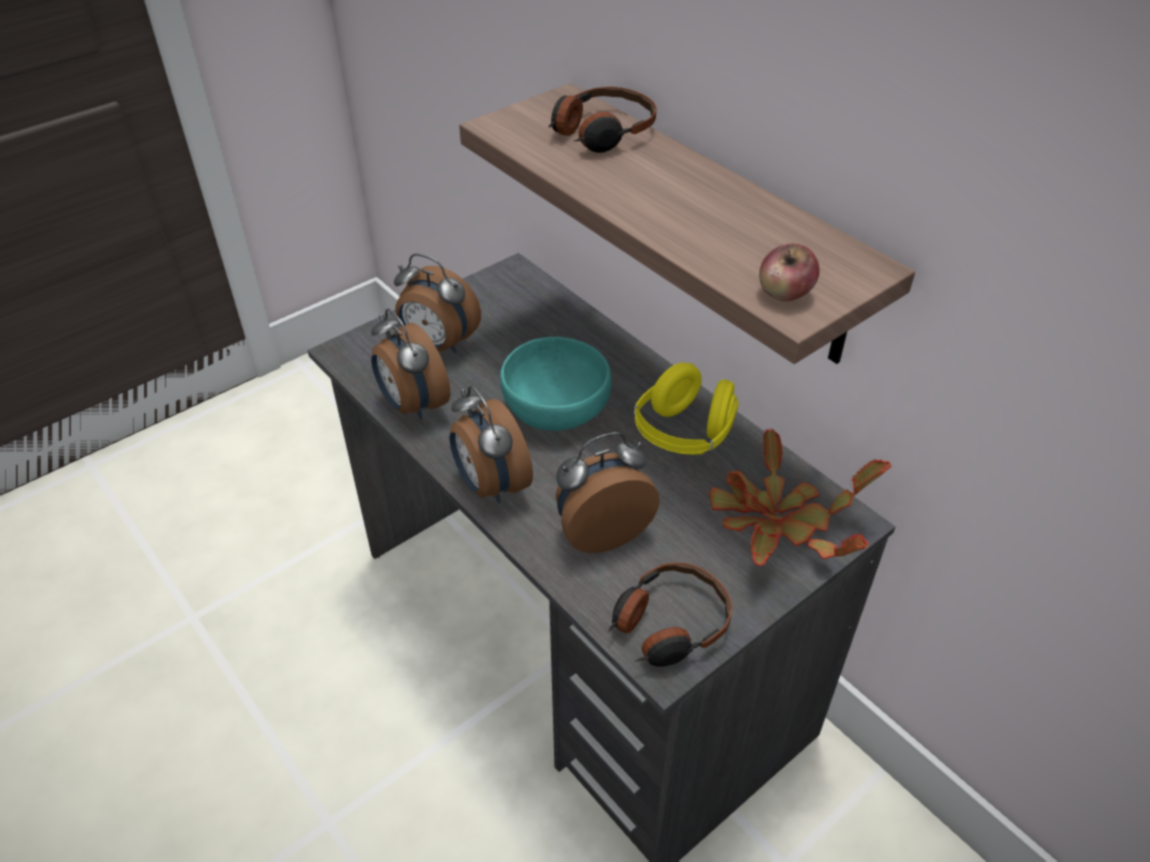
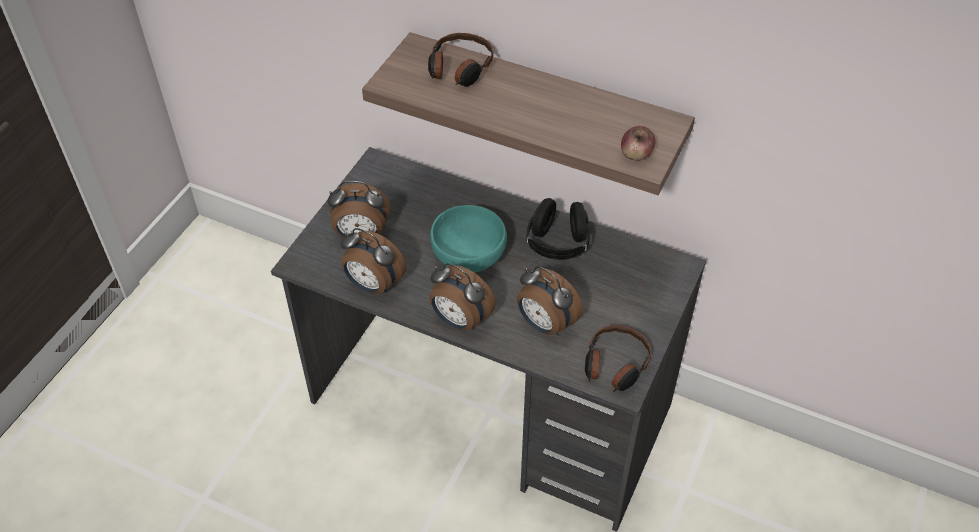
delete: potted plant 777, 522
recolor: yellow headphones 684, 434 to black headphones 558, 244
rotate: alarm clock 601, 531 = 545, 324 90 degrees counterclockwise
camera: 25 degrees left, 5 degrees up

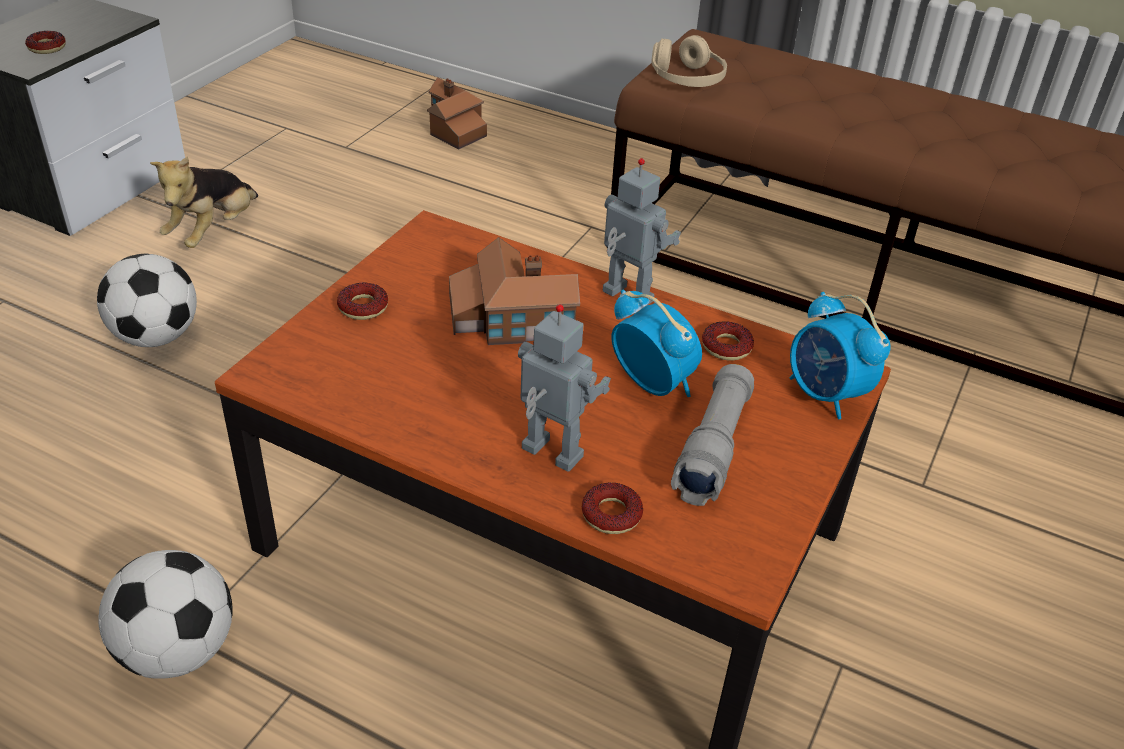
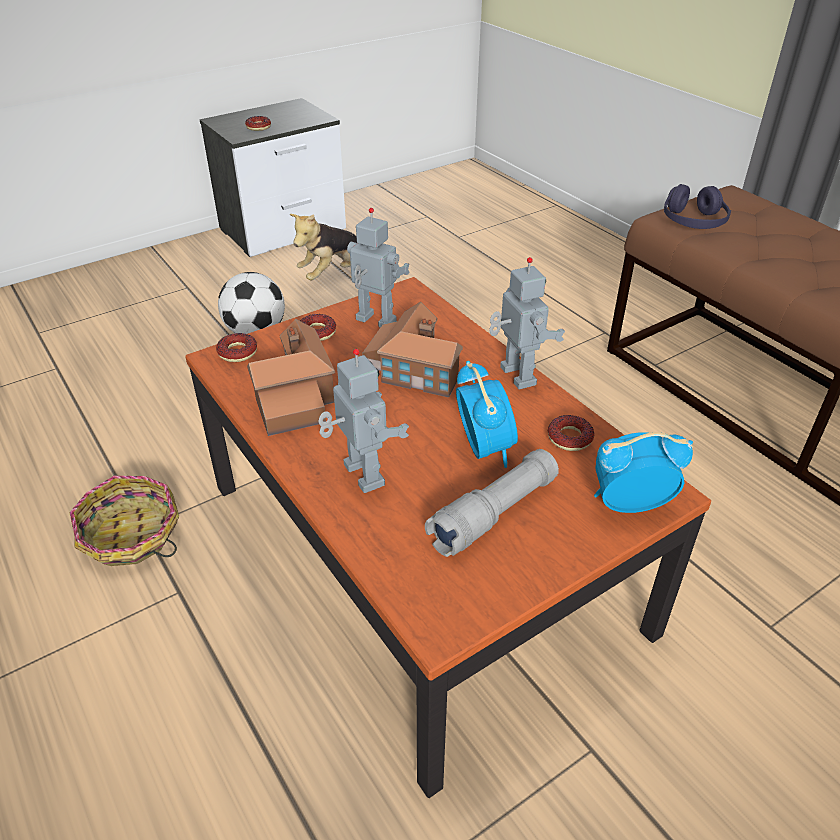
insert: toy robot 374, 322
move: toy house 453, 128 to 295, 396; donut 611, 514 to 237, 352
replace: football 177, 651 to basket 131, 536
recolor: beige headphones 686, 79 to purple headphones 693, 221
rotate: alarm clock 825, 395 = 628, 503 90 degrees clockwise
camera: 30 degrees right, 0 degrees up

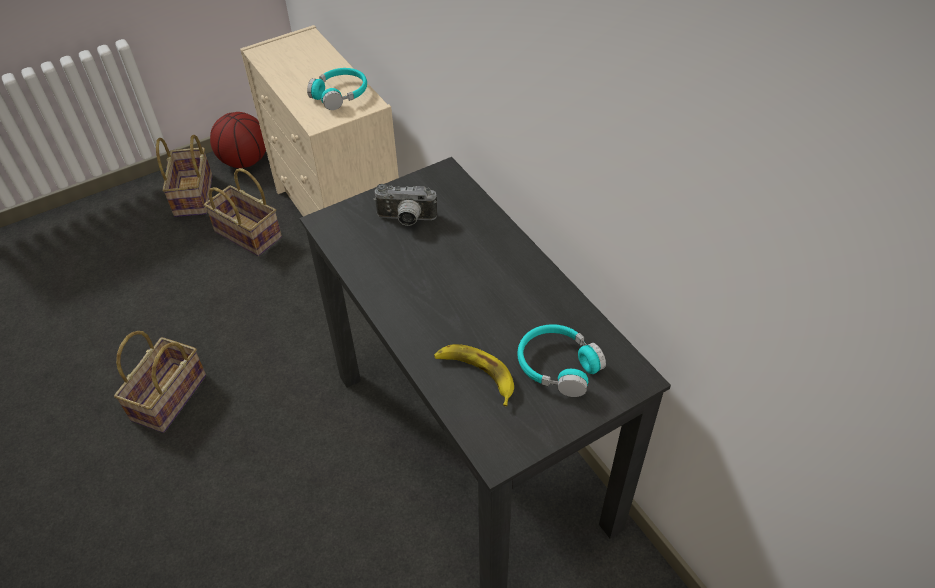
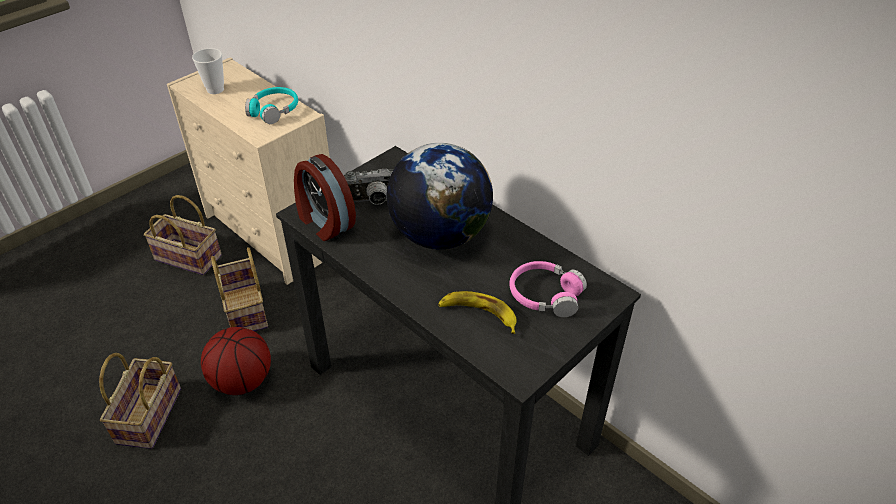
insert: cup 215, 89; alarm clock 324, 222; globe 439, 235
move: basket 195, 197 to 247, 310; basketball 245, 161 to 242, 380
recolor: turquoise headphones 558, 366 to pink headphones 545, 295
camera: 15 degrees left, 5 degrees down

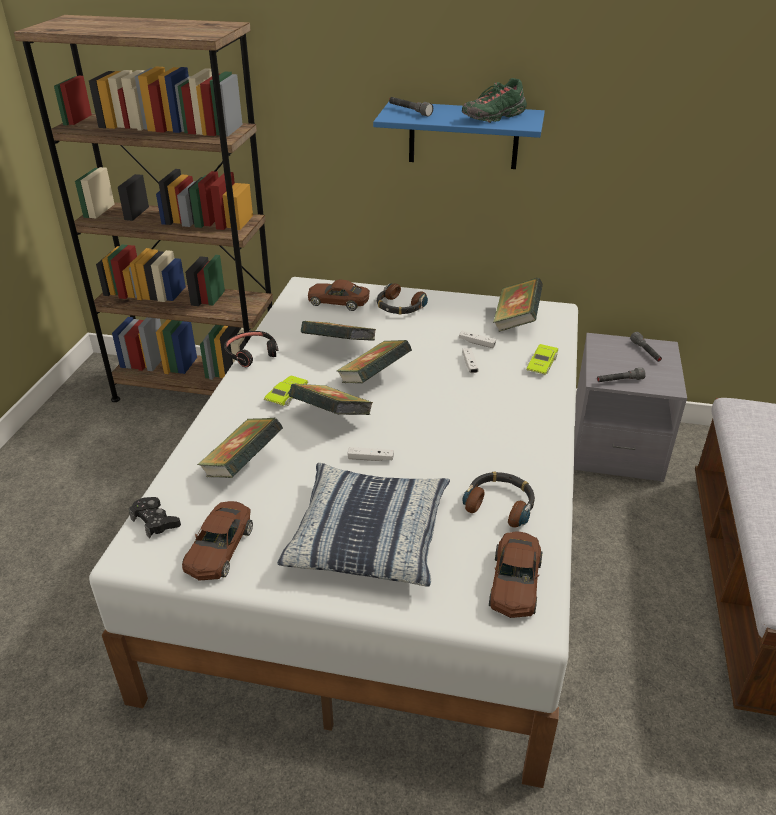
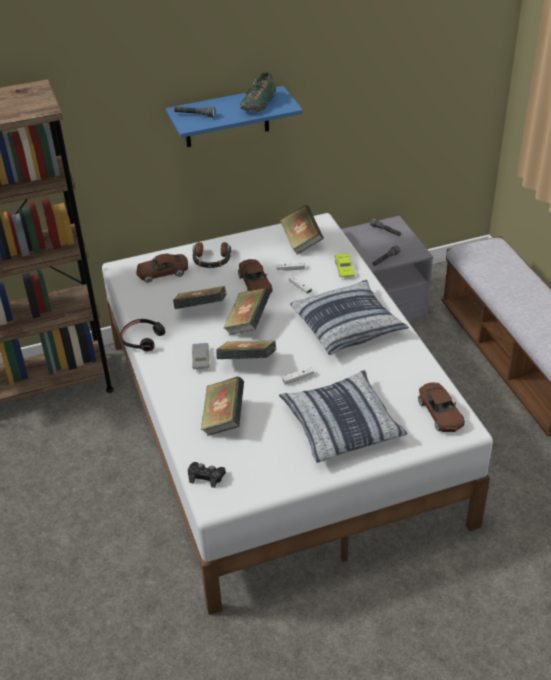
delete: headphones 500, 504
insert: pillow 347, 326
move: brown toy car 219, 549 to 255, 284
recolor: green toy car 286, 395 to grey toy car 201, 359
camera: 30 degrees left, 5 degrees up

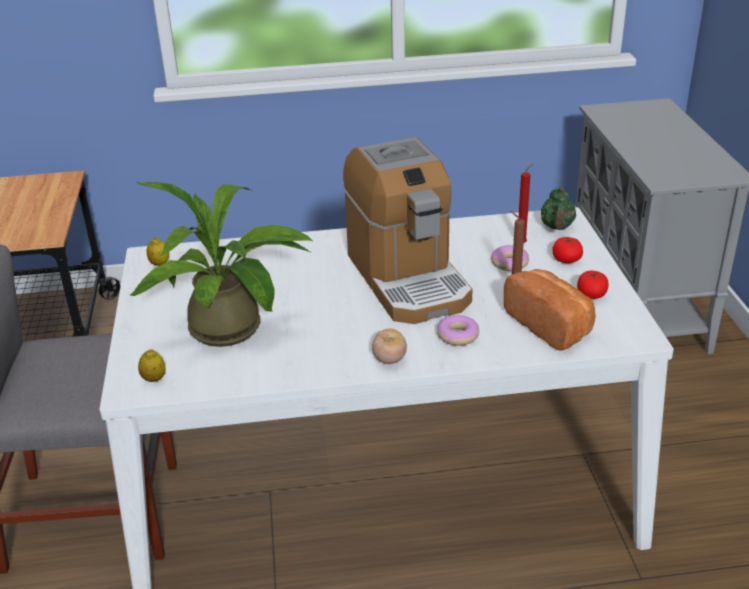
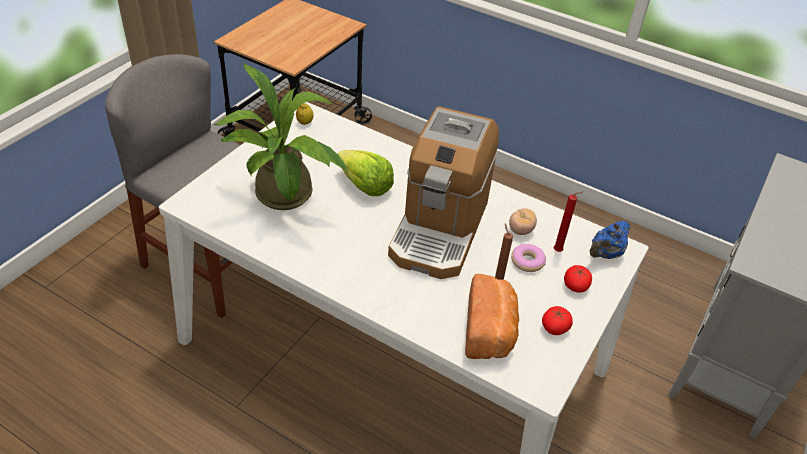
delete: lemon 154, 379; donut 457, 336
insert: lettuce 364, 186
move: tomato 389, 359 to 520, 230
recolor: green teapot 557, 227 to blue teapot 605, 254
camera: 35 degrees right, 10 degrees up

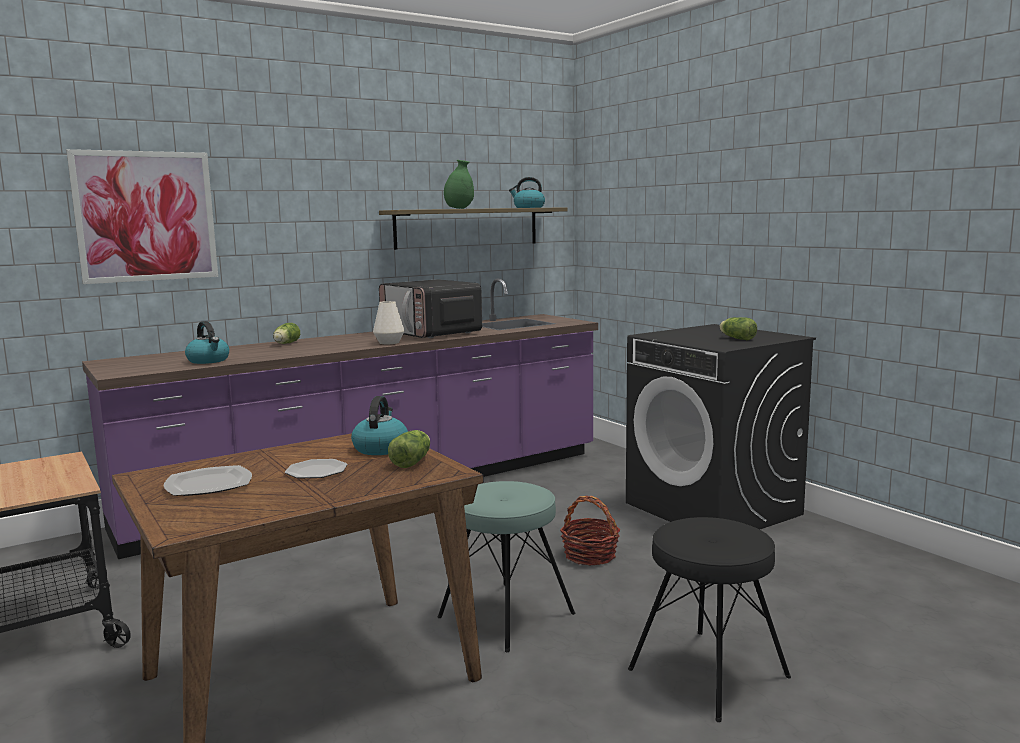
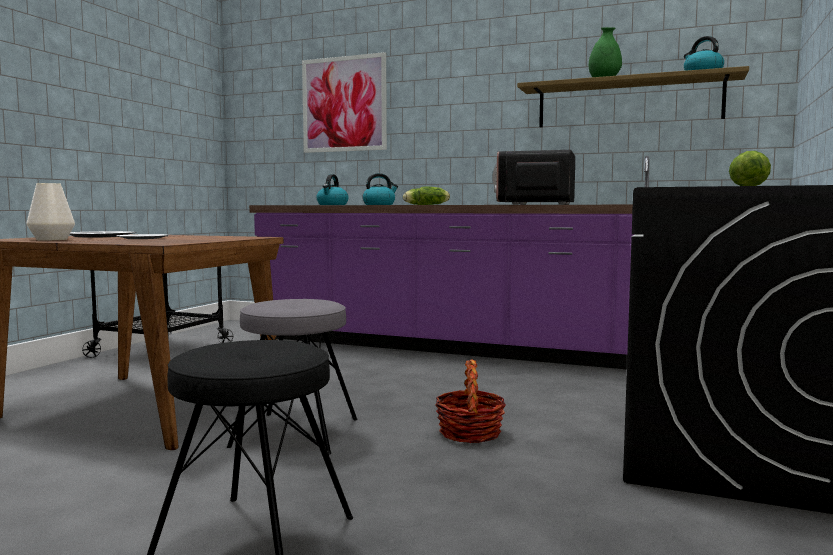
move: kettle 380, 448 to 379, 204; white vase 389, 342 to 52, 239; lettuce 413, 461 to 433, 204
recolor: turquoise stool 506, 615 to grey stool 295, 433
camera: 55 degrees right, 5 degrees down

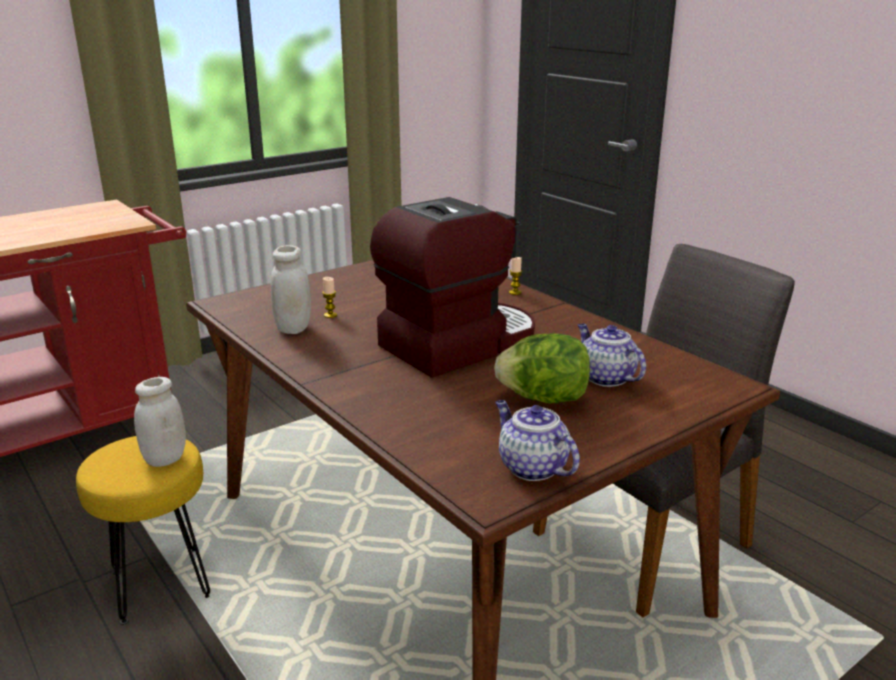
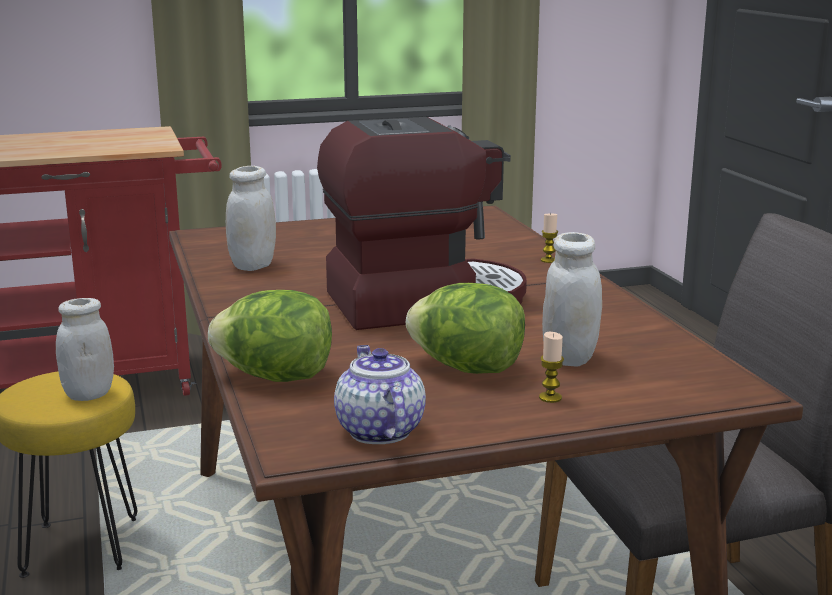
insert: lettuce 276, 377
move: candle 330, 315 to 550, 398
replace: teapot 605, 377 to white jar 569, 358
camera: 20 degrees right, 5 degrees down

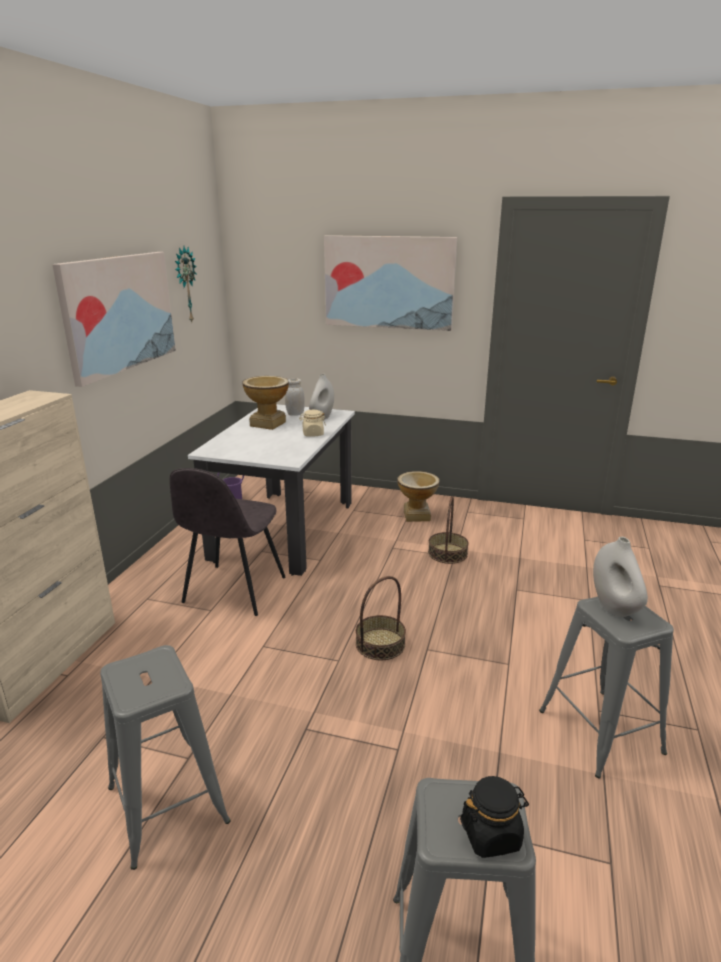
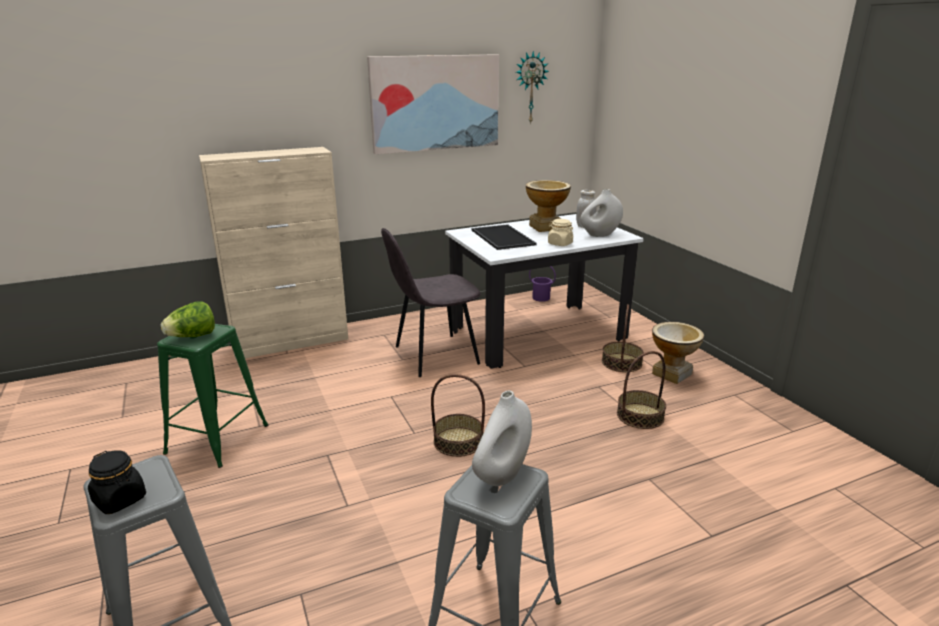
delete: picture 389, 282
insert: lettuce 193, 336; tray 501, 237; basket 621, 362
recolor: grey stool 167, 805 to green stool 216, 439
camera: 50 degrees right, 0 degrees up

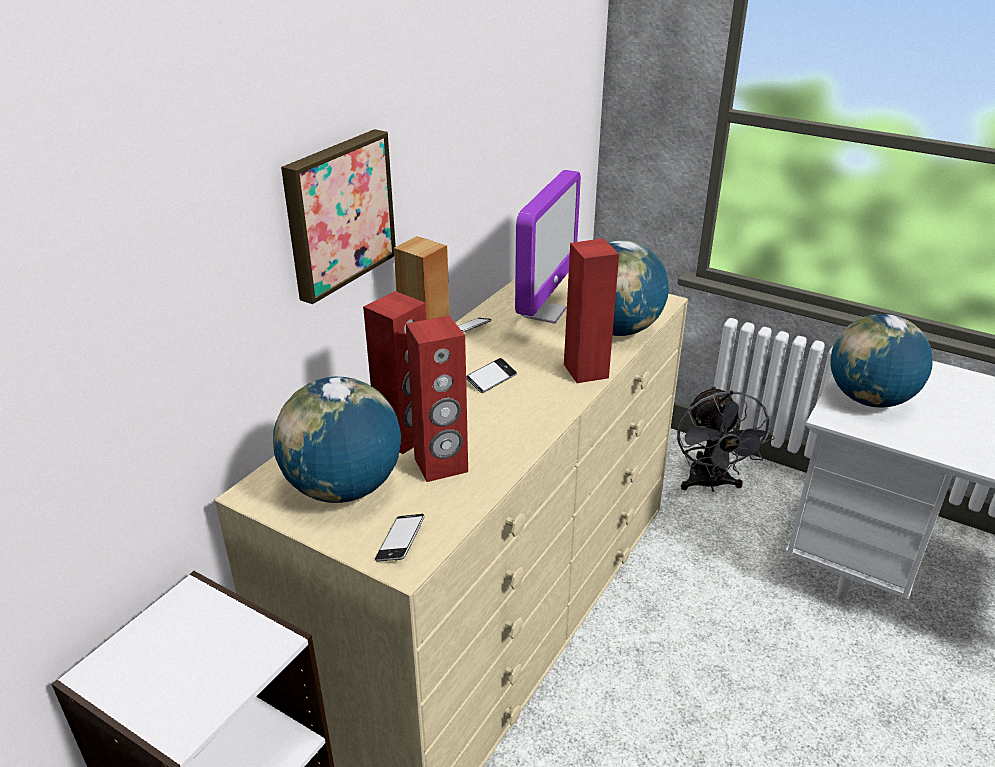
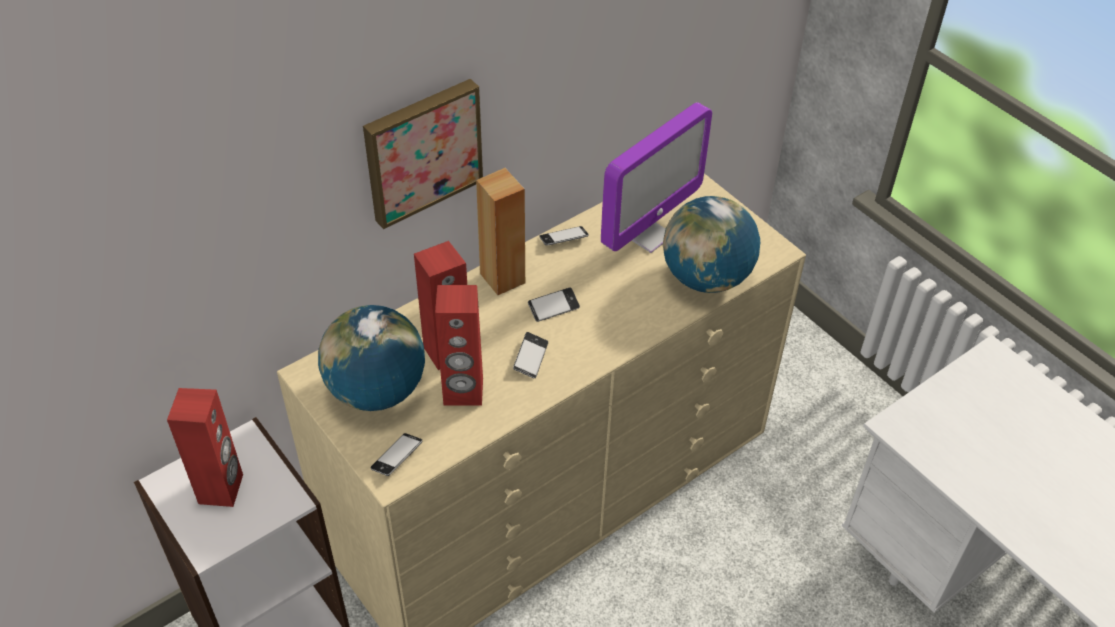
delete: grey fan 710, 484; globe 869, 399
insert: phone 530, 358
move: red speaker 586, 371 to 221, 489
camera: 20 degrees right, 15 degrees up

